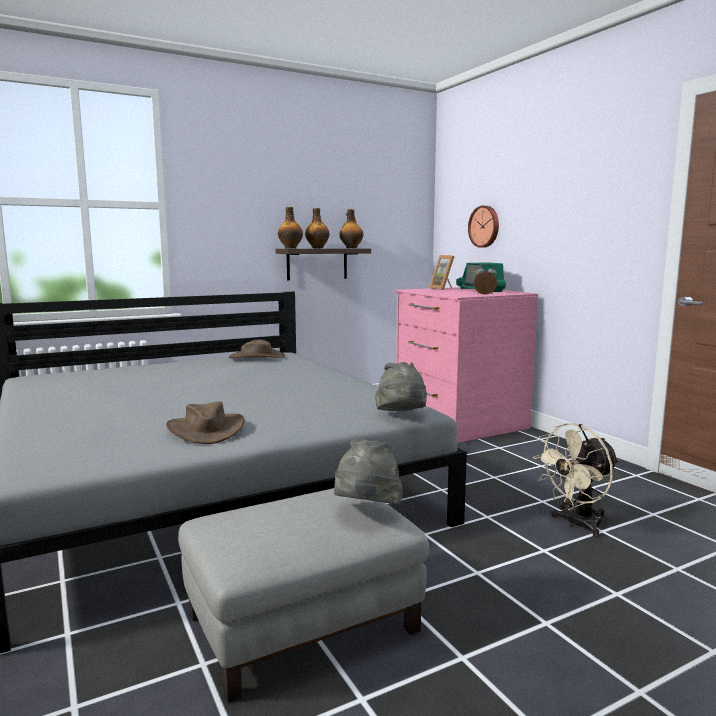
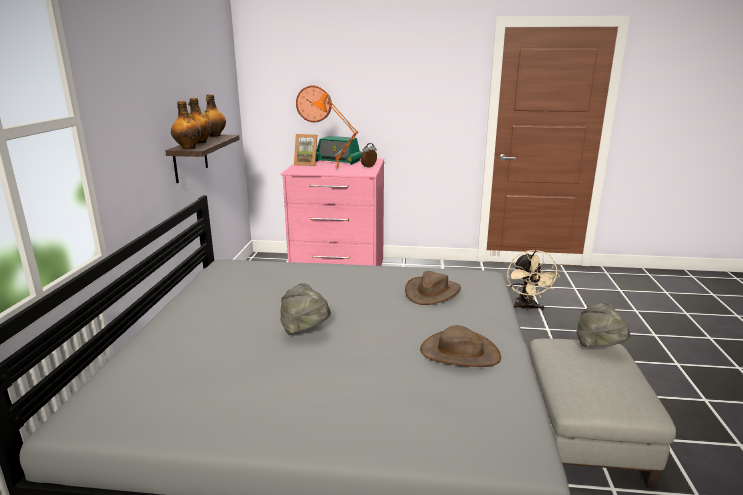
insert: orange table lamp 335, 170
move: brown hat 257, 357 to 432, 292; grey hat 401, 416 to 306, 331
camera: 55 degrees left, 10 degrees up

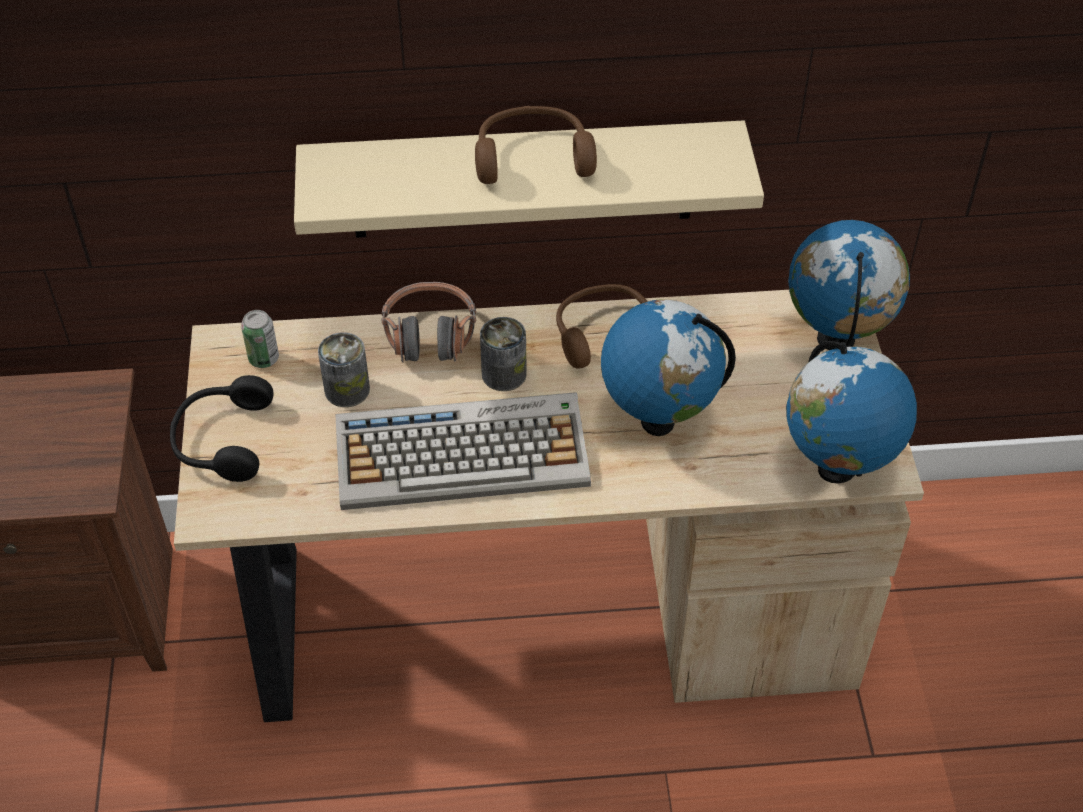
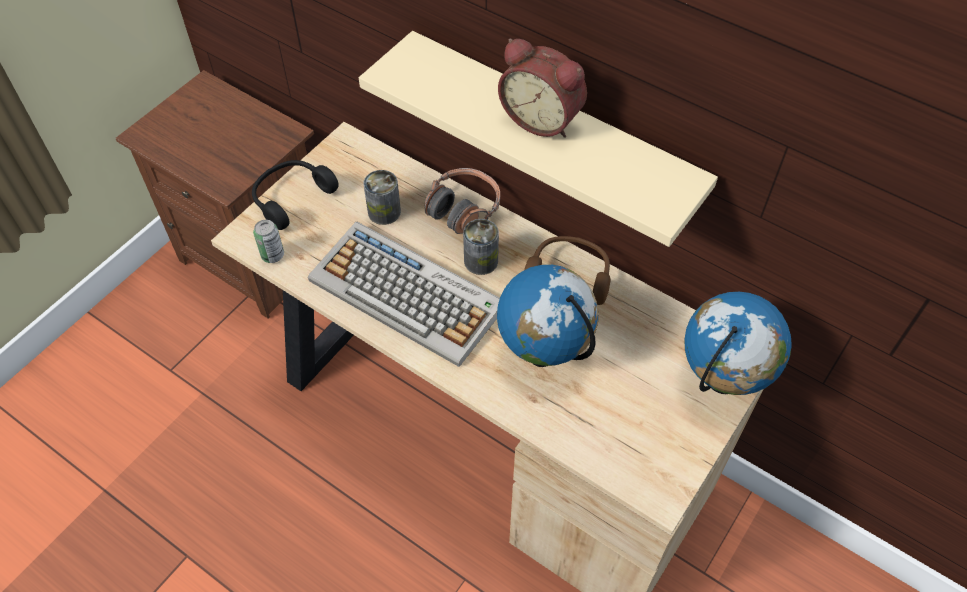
delete: globe 836, 469
move: can 264, 358 to 272, 255
replace: brown headphones 532, 157 to alarm clock 542, 118
camera: 40 degrees right, 5 degrees up

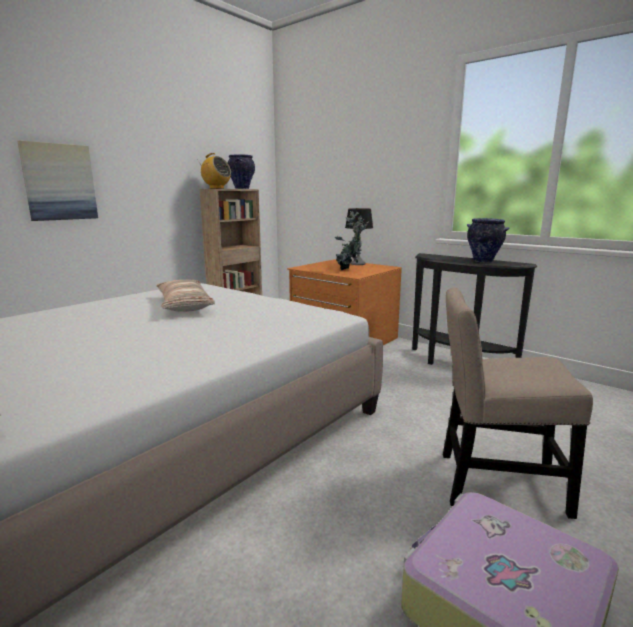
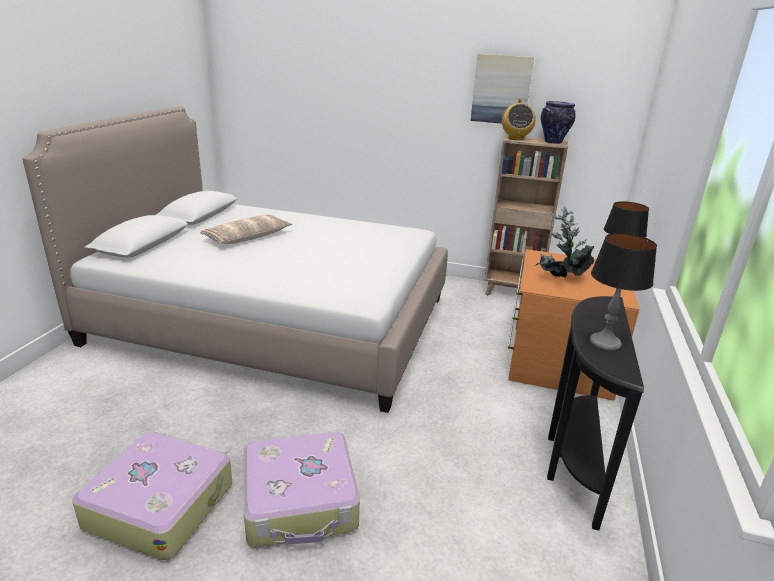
move: picture 59, 182 to 501, 89; pillow 184, 305 to 247, 237
replace: beige chair 494, 483 to suitcase 301, 501; vase 483, 261 to table lamp 605, 343
camera: 65 degrees right, 10 degrees up

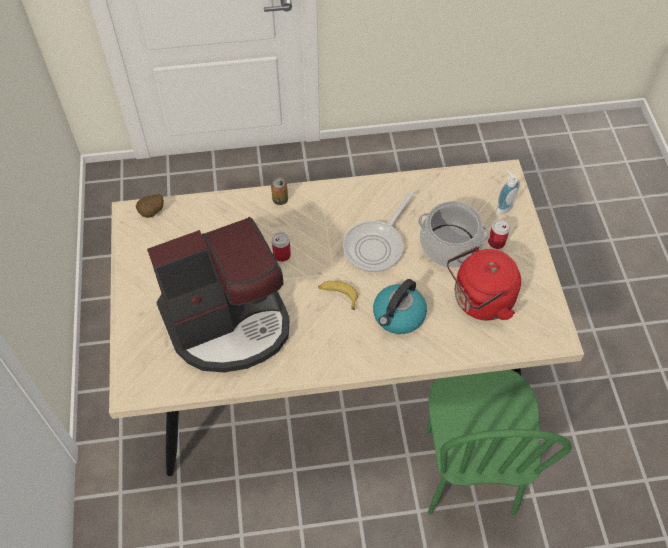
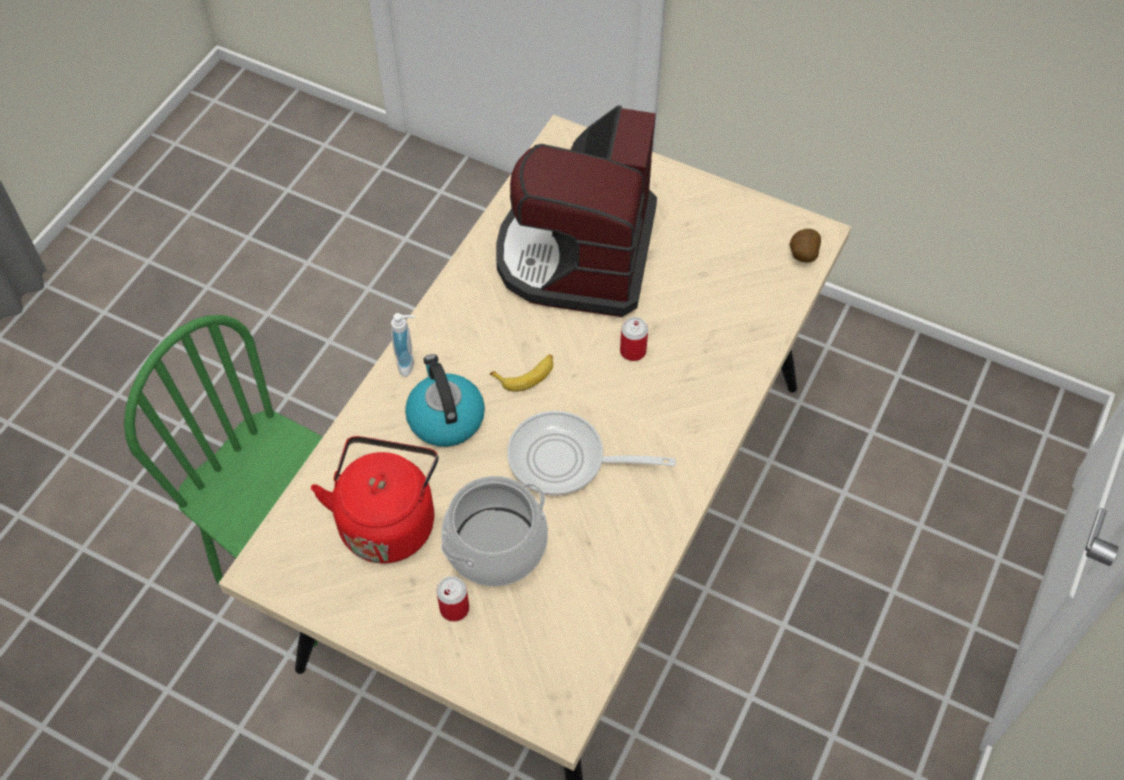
delete: can 280, 200
move: soap dispenser 502, 207 to 409, 363
rotate: frying pan 376, 245 = 565, 460 60 degrees counterclockwise
camera: 125 degrees right, 0 degrees up

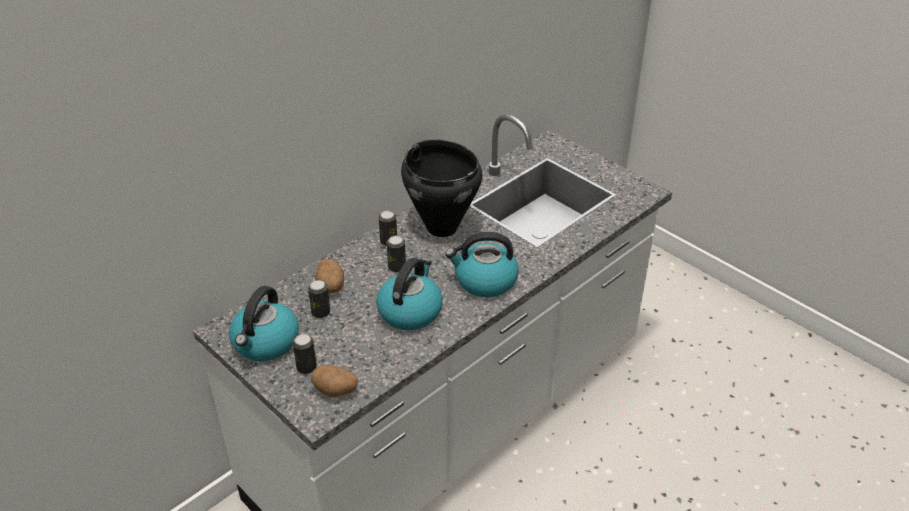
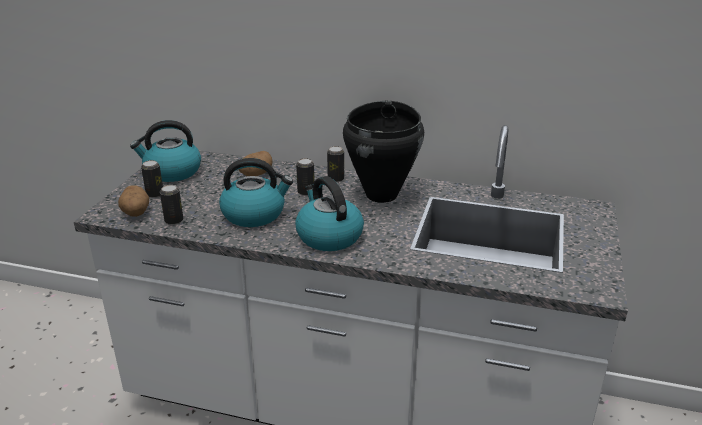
move: can 321, 312 to 174, 220
camera: 60 degrees right, 10 degrees down

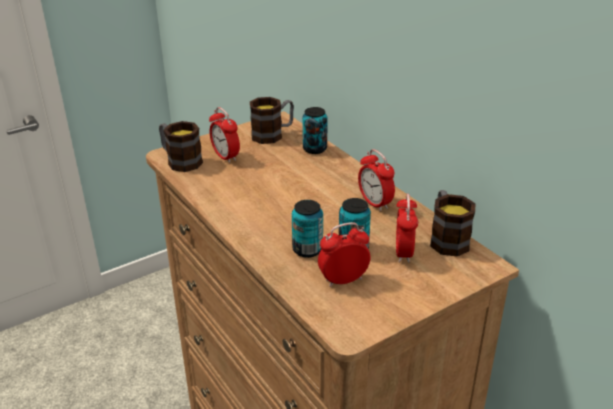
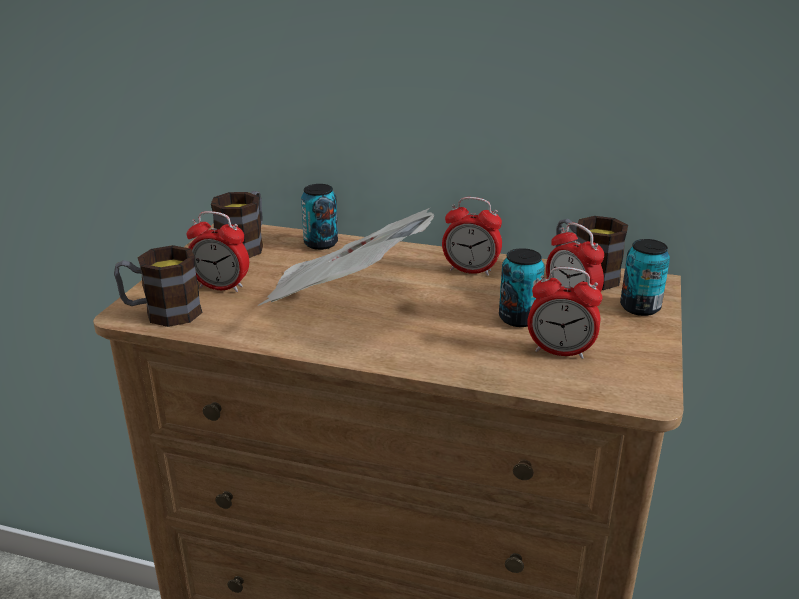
insert: newspaper 344, 299
move: can 307, 249 to 640, 307
rotate: alarm clock 343, 280 = 560, 351 105 degrees counterclockwise
camera: 40 degrees left, 5 degrees down

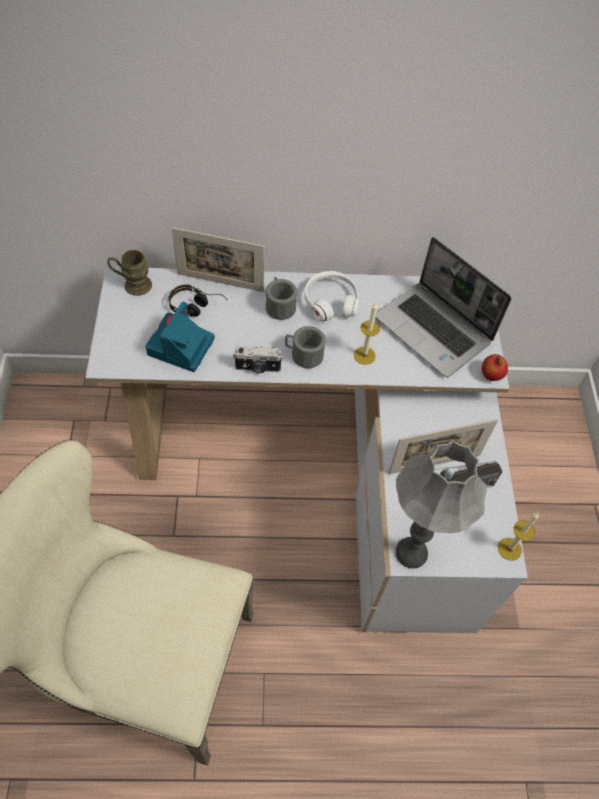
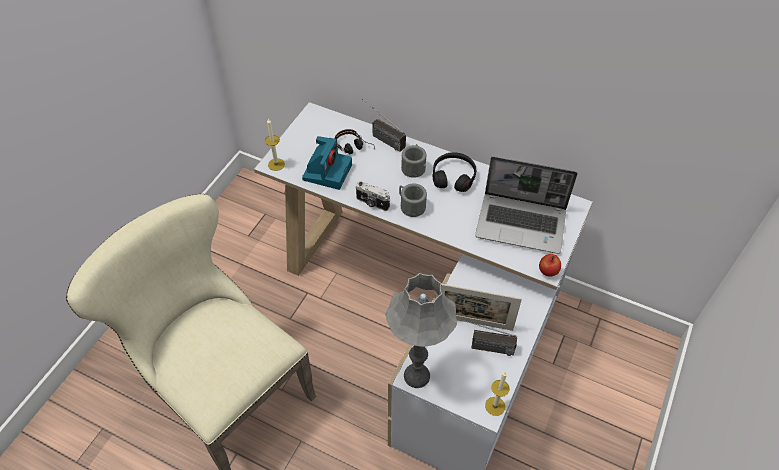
delete: brown mug 132, 285
move: candle 364, 355 to 276, 164
replace: picture frame 220, 282 to radio 380, 137
recolor: white headphones 331, 301 to black headphones 453, 176
rotate: photo camera 181, 347 = 327, 171 150 degrees clockwise; laptop 434, 330 = 522, 224 60 degrees counterclockwise
camera: 30 degrees right, 5 degrees down

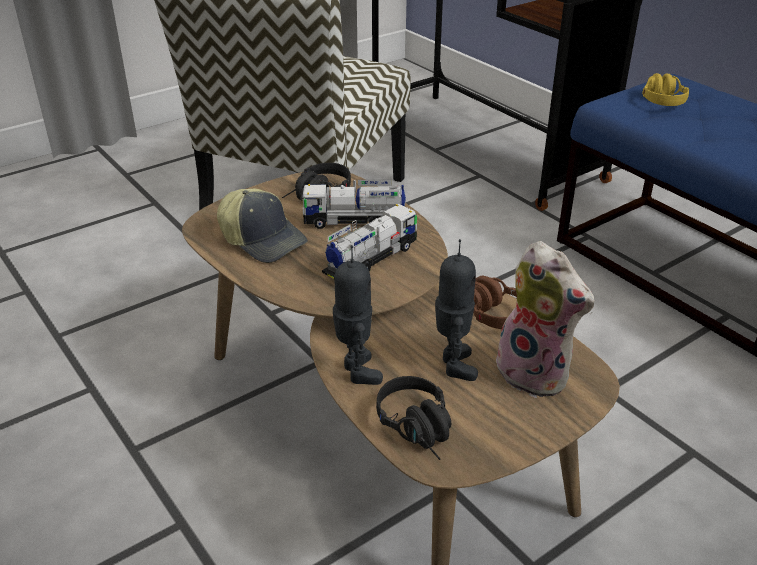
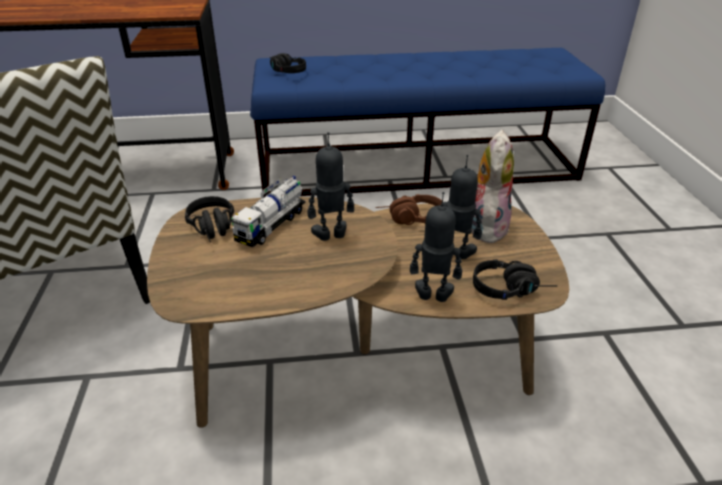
delete: cap 263, 240
replace: toy truck 371, 260 to toy robot 331, 235
recolor: yellow headphones 660, 98 to black headphones 284, 71
rotate: plush toy 536, 373 = 485, 226 60 degrees counterclockwise
camera: 60 degrees left, 0 degrees up

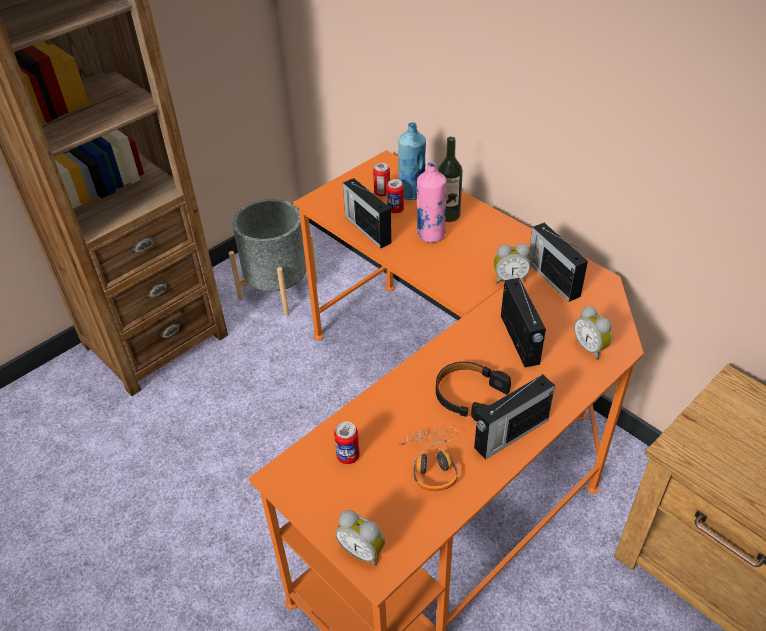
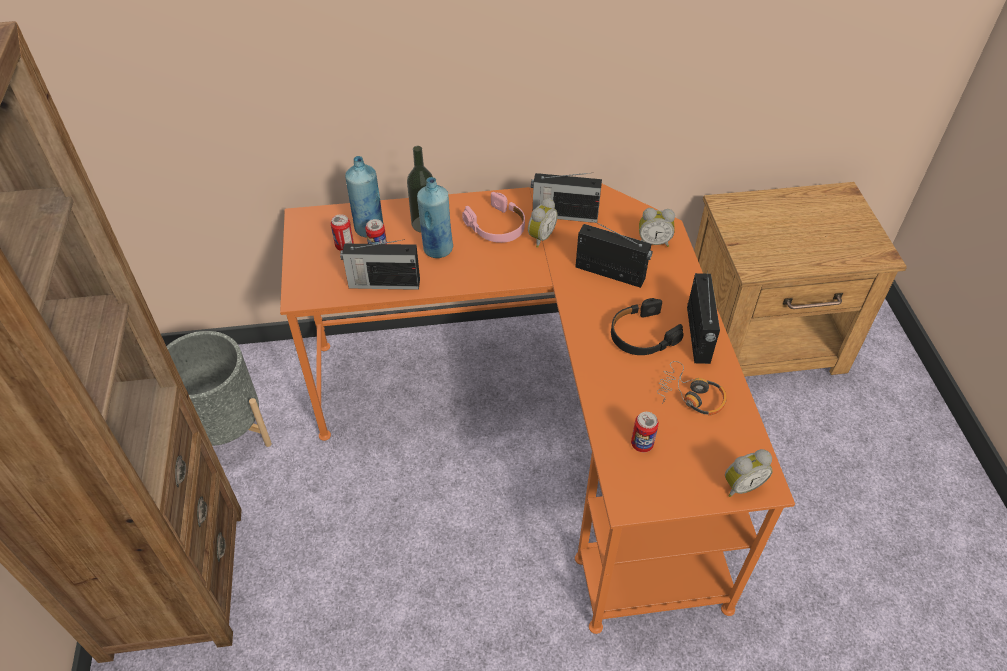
insert: pink headphones 497, 226
recolor: pink bottle 430, 235 to blue bottle 437, 249
camera: 55 degrees left, 5 degrees up

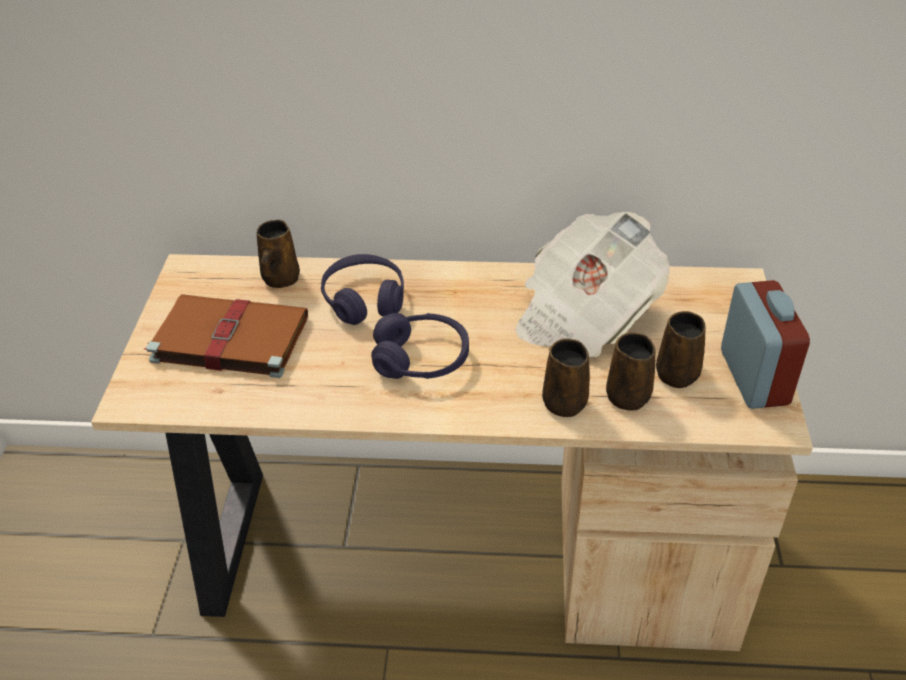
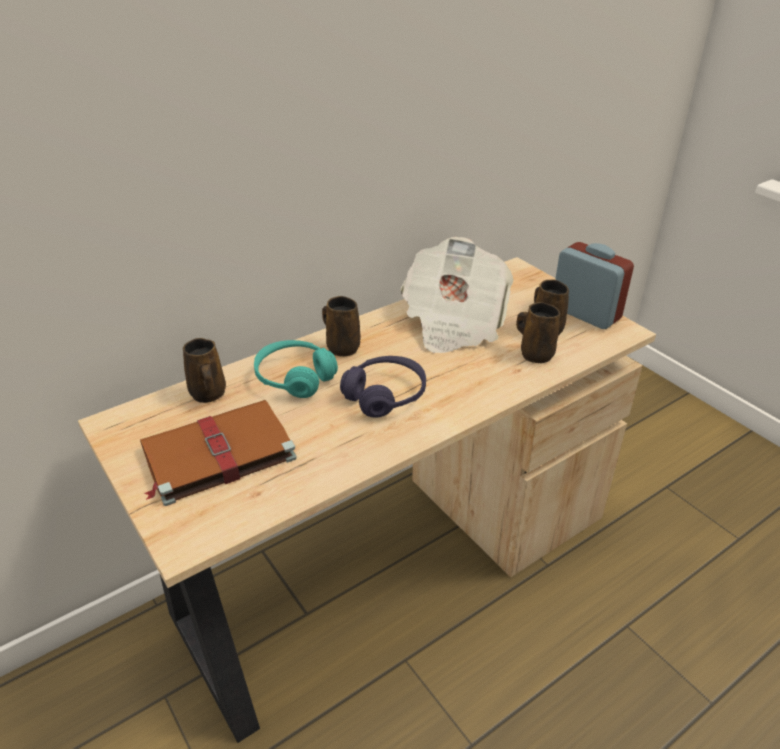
move: brown mug 564, 401 to 342, 347
recolor: purple headphones 364, 300 to turquoise headphones 295, 378
camera: 40 degrees left, 5 degrees down

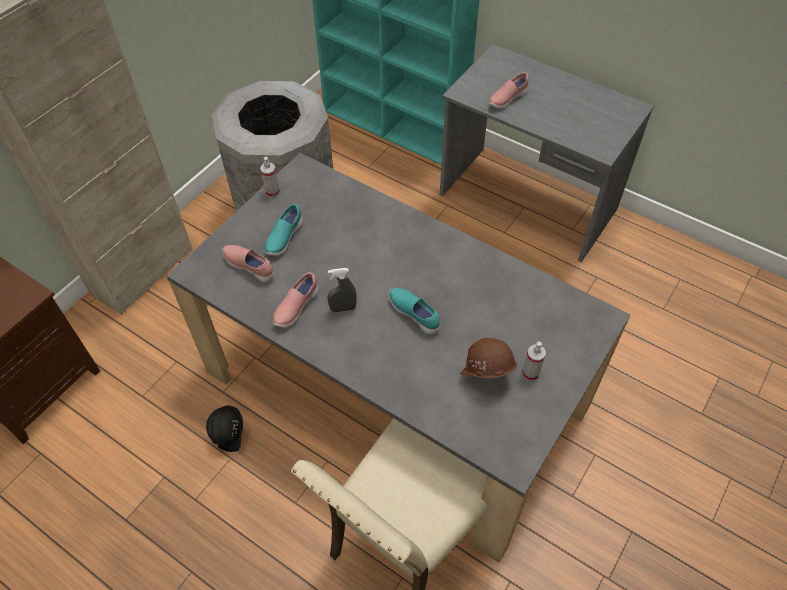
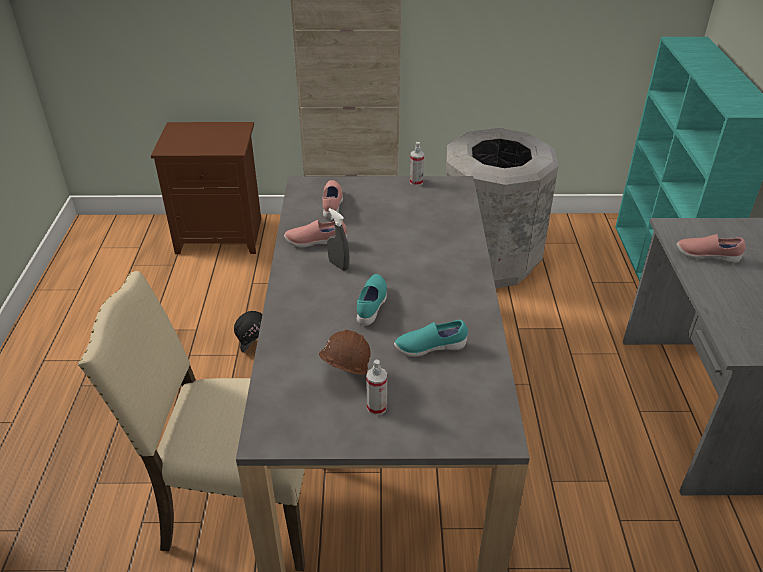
move: turquoise shoe 283, 238 to 430, 348
camera: 55 degrees right, 15 degrees down

